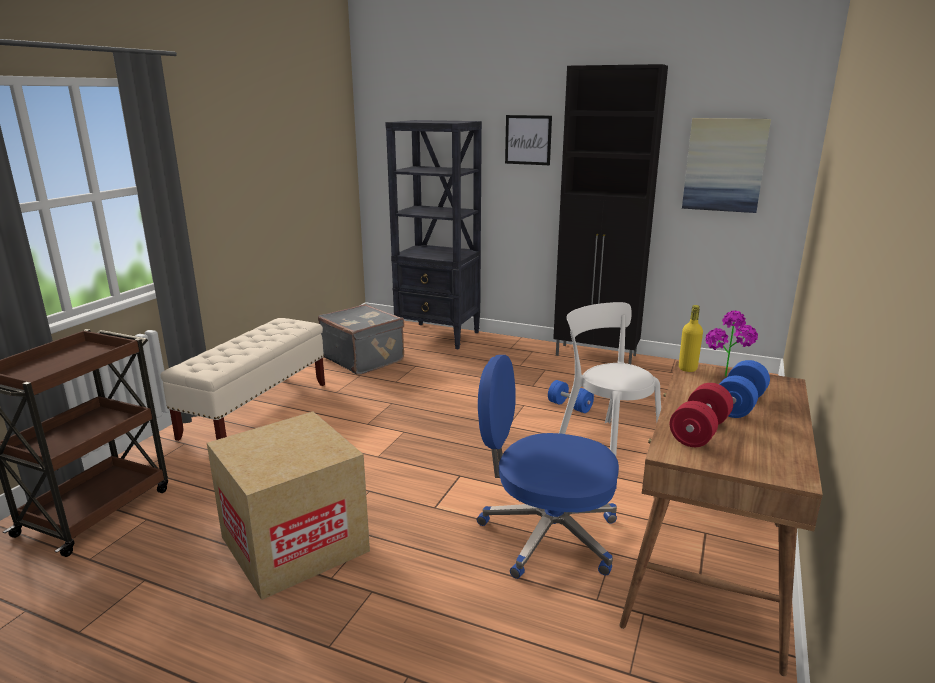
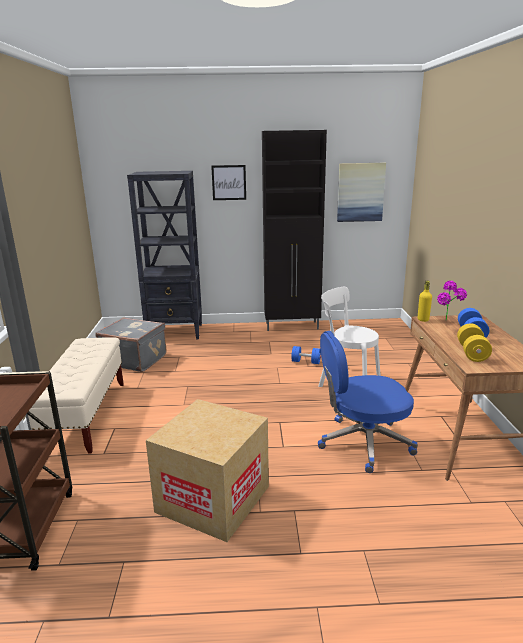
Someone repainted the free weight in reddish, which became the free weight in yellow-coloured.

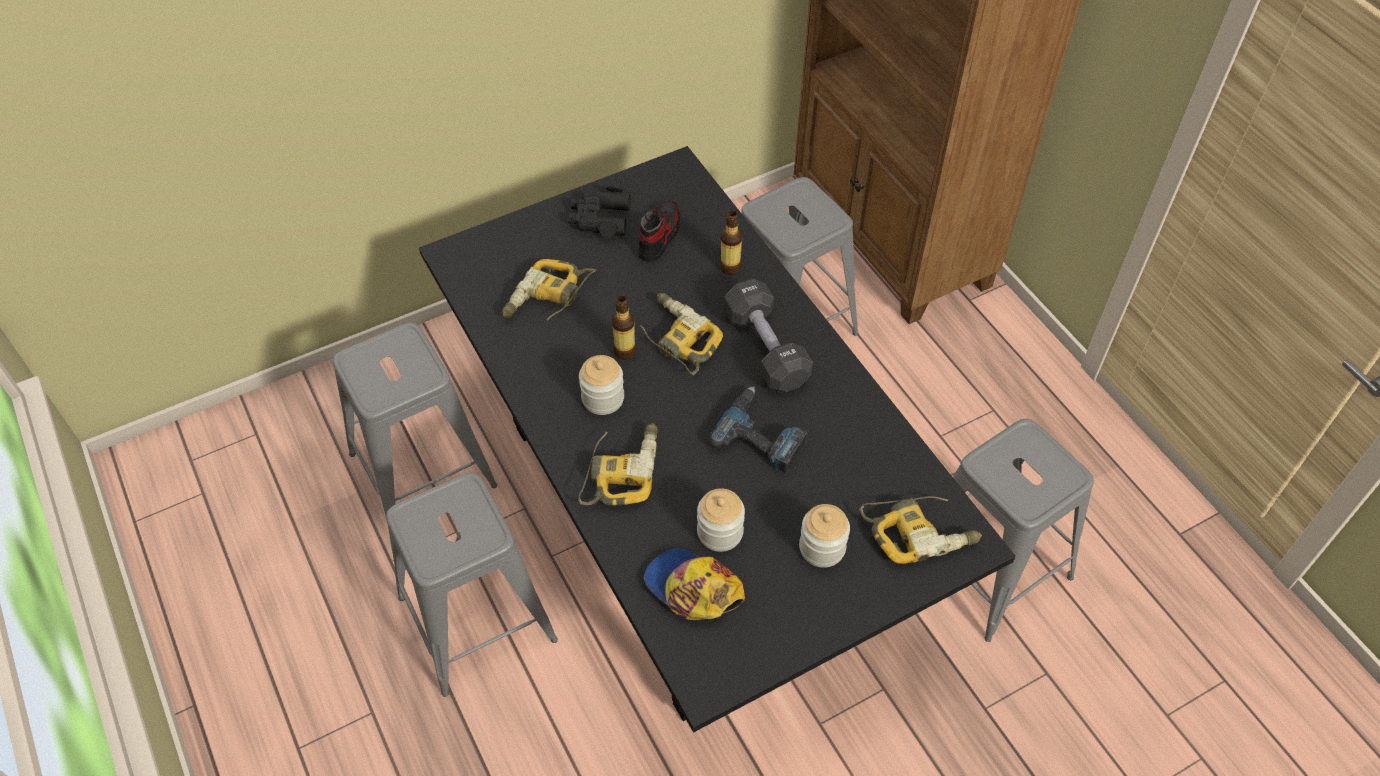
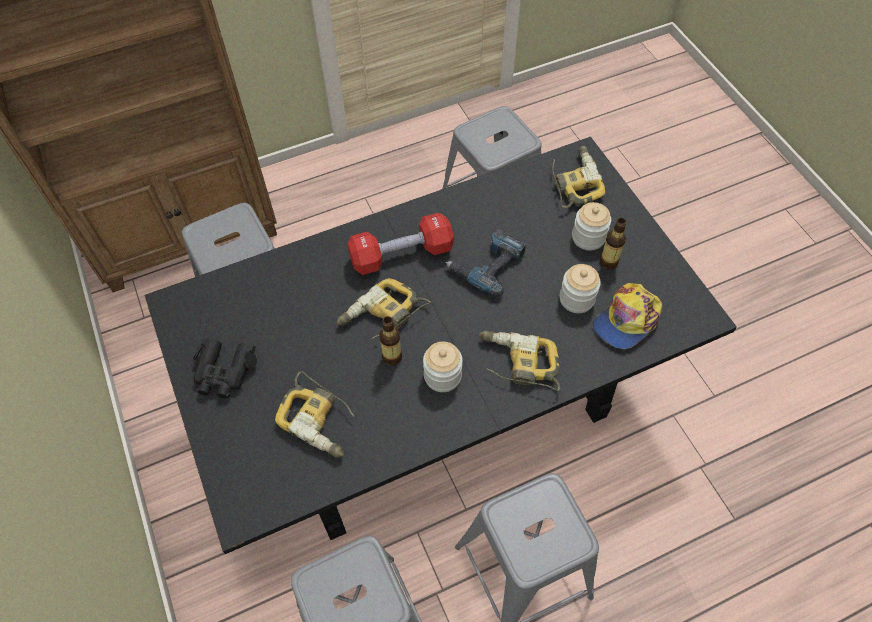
Someone took away the low shoe. Someone carried the beverage bottle (2nd from left). Someone repainted the free weight in blackish, which became the free weight in reddish.

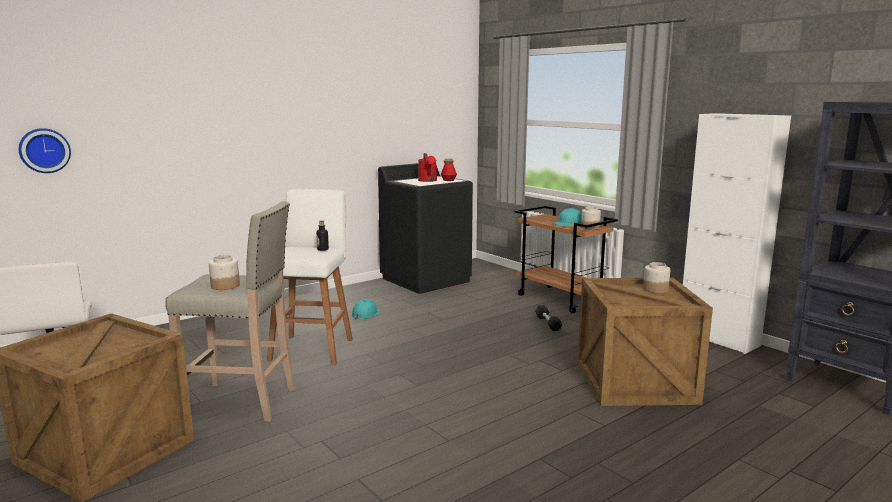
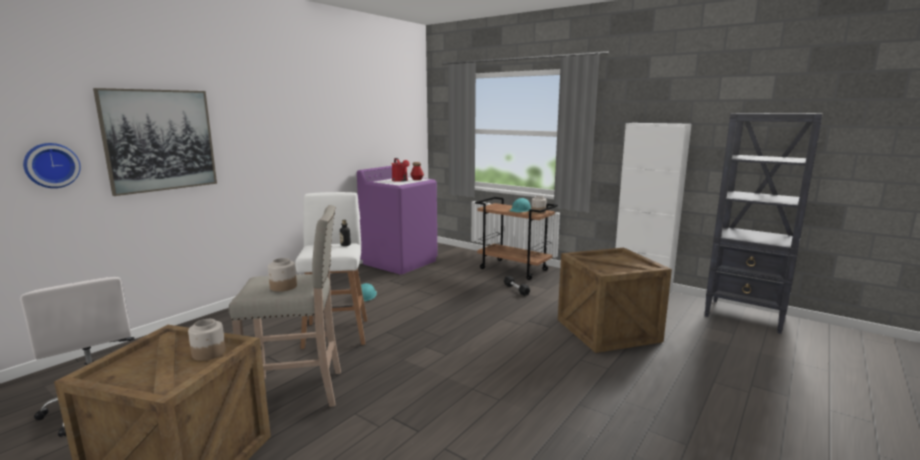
Someone repainted the laundry machine in blackish, which became the laundry machine in purplish. Someone carried the storage jar (3rd from left in the first image). Someone put up the wall picture.

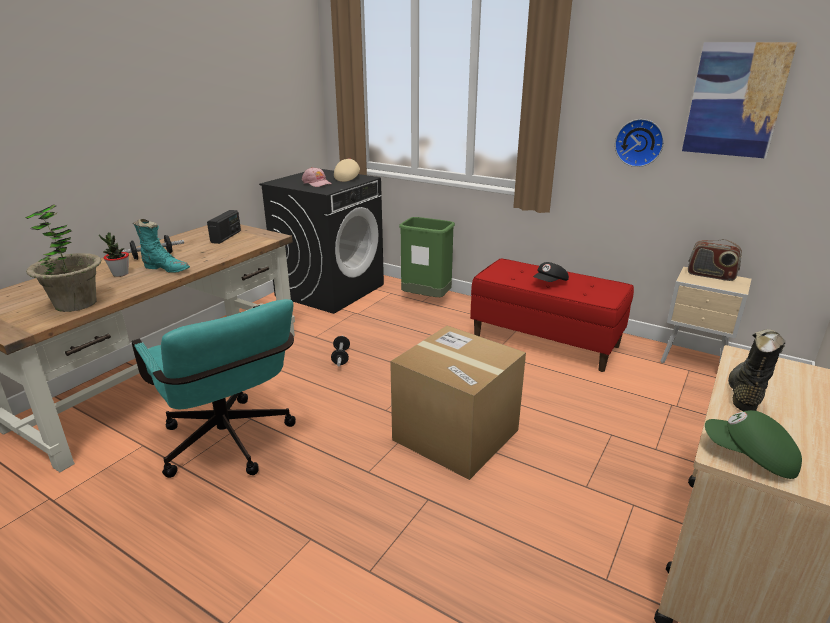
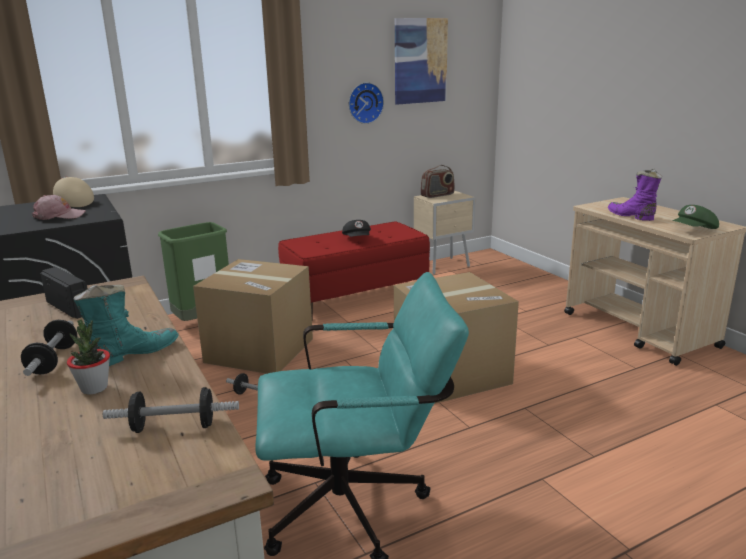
Someone swapped the plant in a pot (1st from left) for the free weight (2nd from left). Someone repainted the high-top boot in blackish, which became the high-top boot in purplish. Someone put down the cardboard box (1st from left).

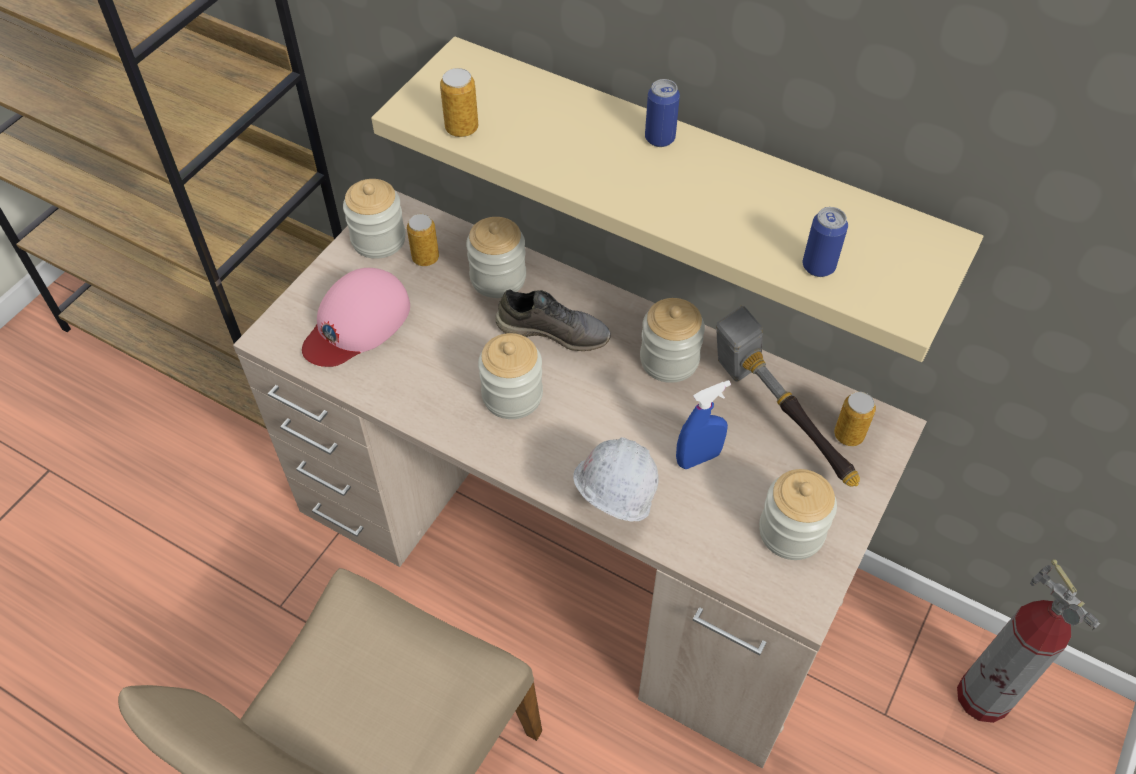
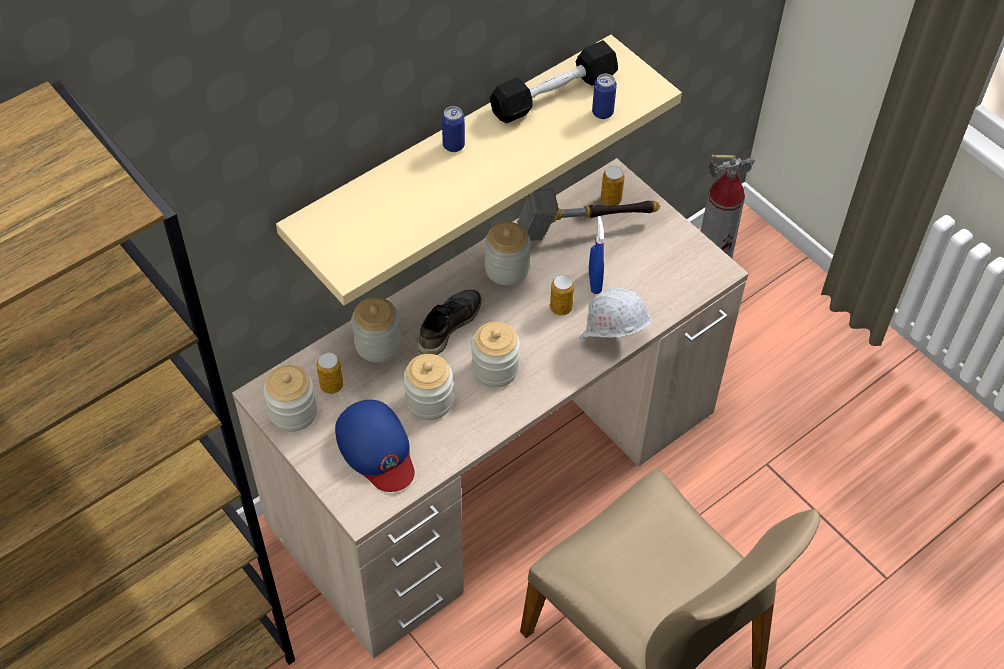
Someone repainted the peaked cap in pink-coloured, which became the peaked cap in blue-coloured. Someone carried the sealed can (2nd from left in the first image). Someone carried the storage jar (5th from left in the first image). Someone put down the free weight in blackish.

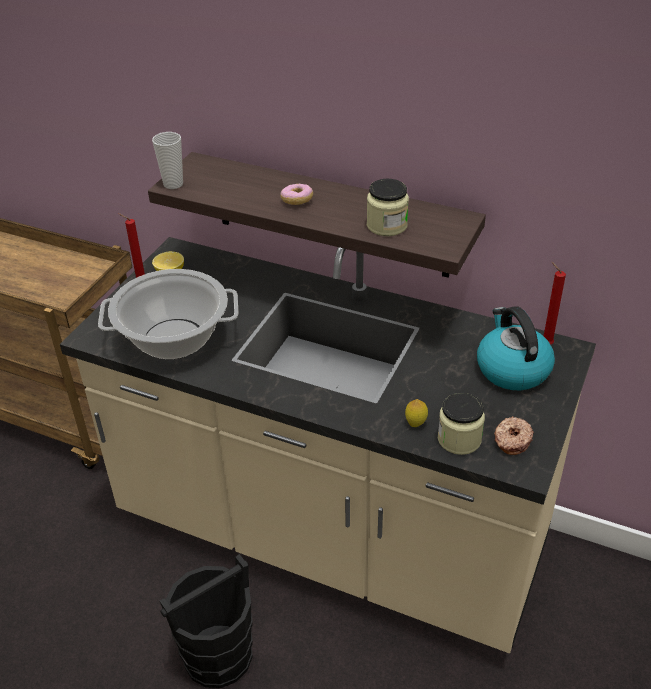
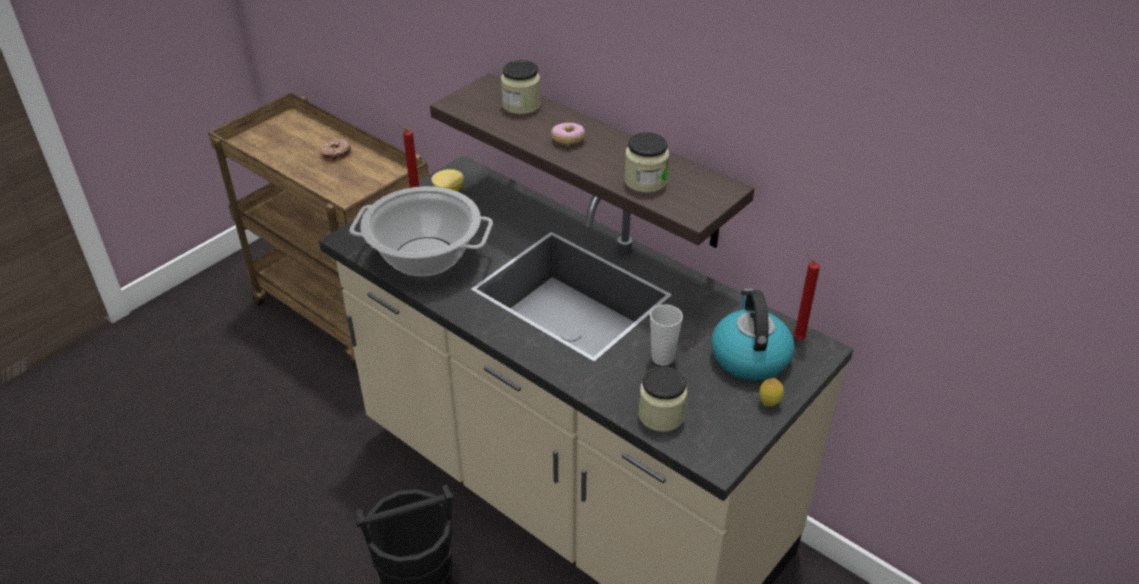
Someone carried the drinking cup. Someone carried the whole lemon (2nd from left). Someone carried the doughnut (2nd from left in the first image). Someone put down the storage jar (1st from left).

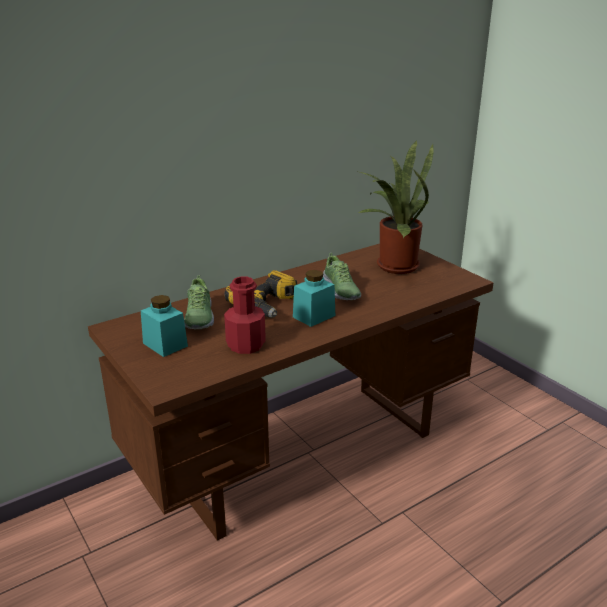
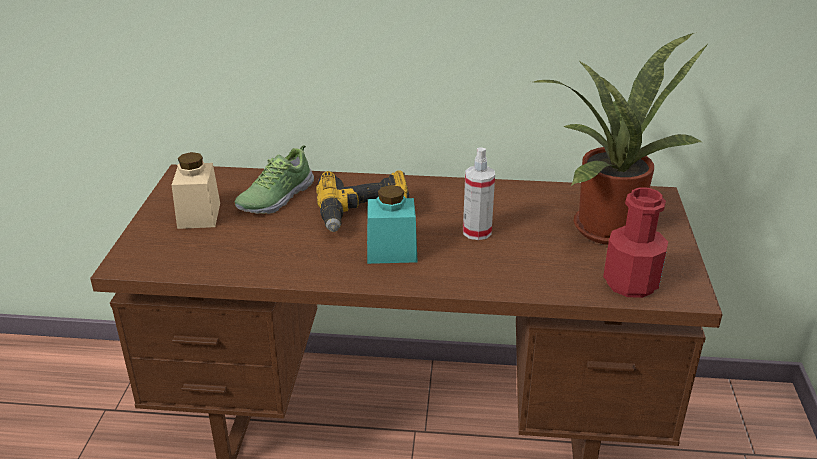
Someone repainted the storage jar in turquoise-coloured (1st from left), which became the storage jar in sand-coloured. Someone carried the beverage bottle in reddish. Someone swapped the low shoe (2nd from left) for the hand sprayer.

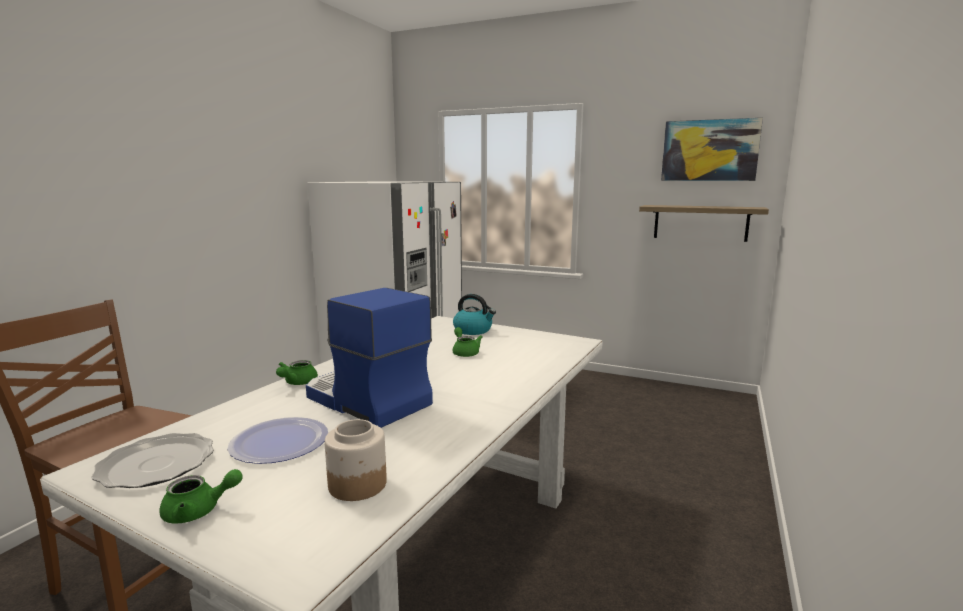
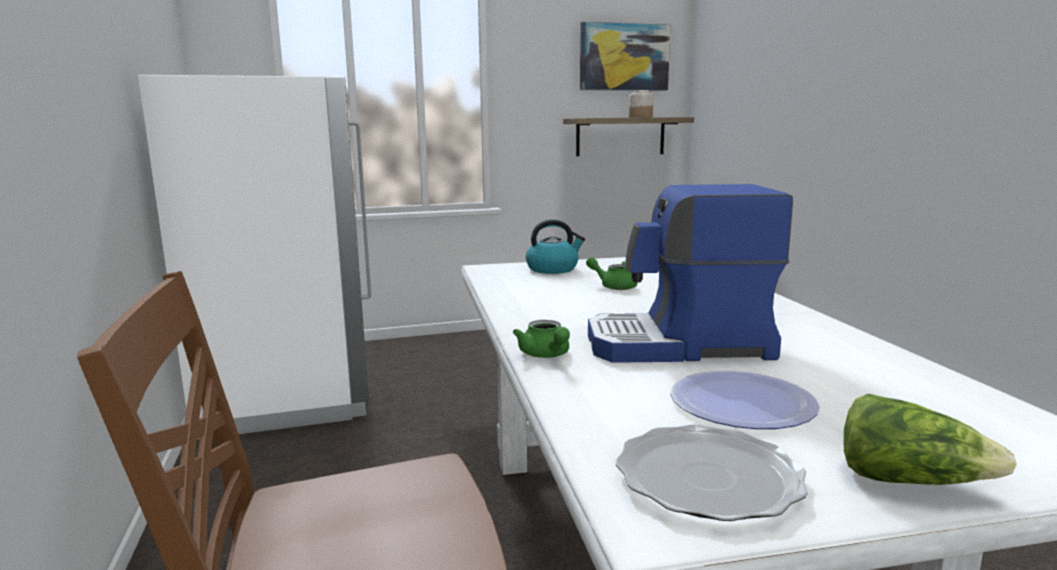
Someone swapped the teapot in green-coloured (1st from left) for the lettuce head. Someone carried the storage jar.

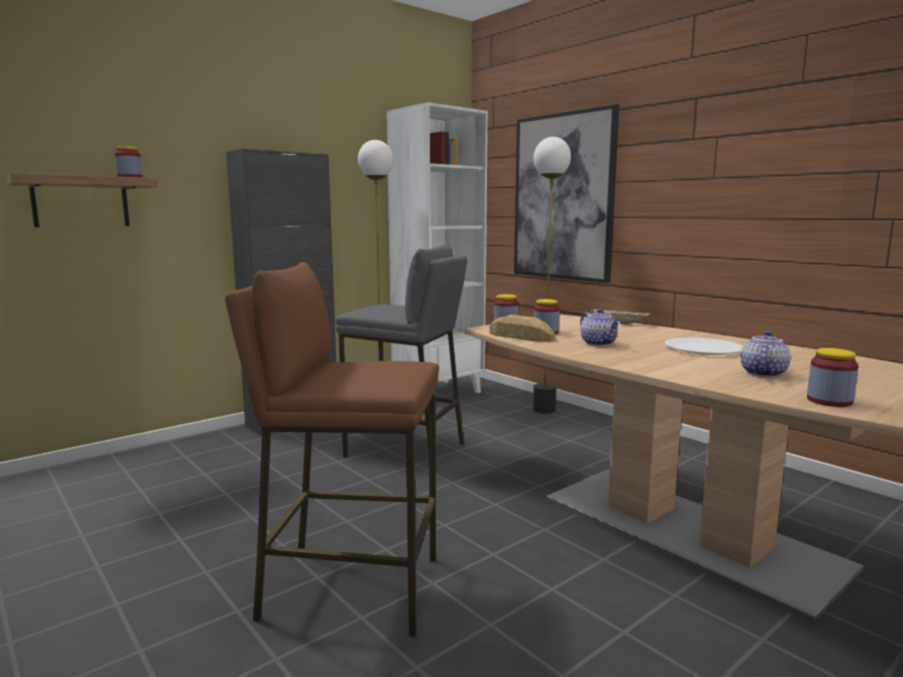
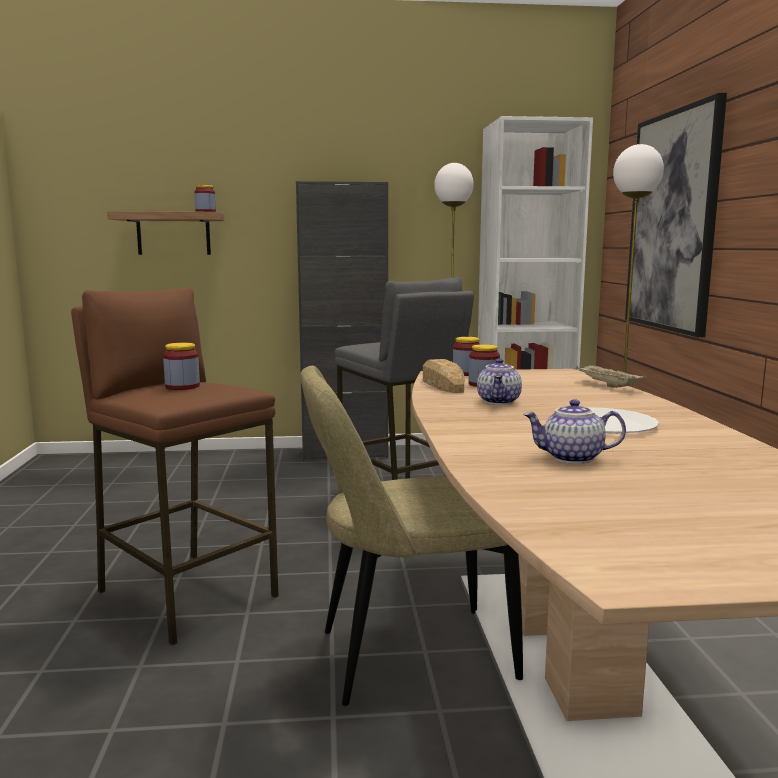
Someone rotated the teapot (2nd from left) by 150 degrees counterclockwise. Someone carried the storage jar (4th from left in the first image). Someone put down the plain chair in sand-coloured.

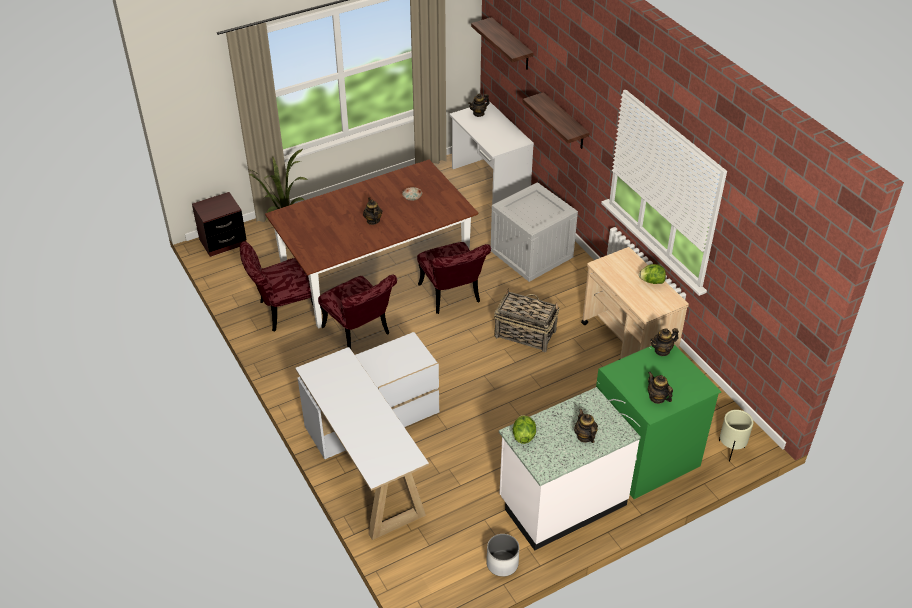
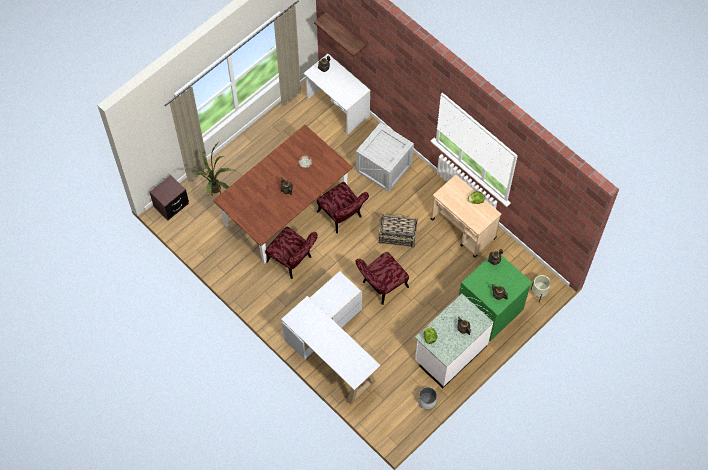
Someone carried the plain chair in reddish (1st from left in the first image). Someone took away the wall shelf (2nd from left).

